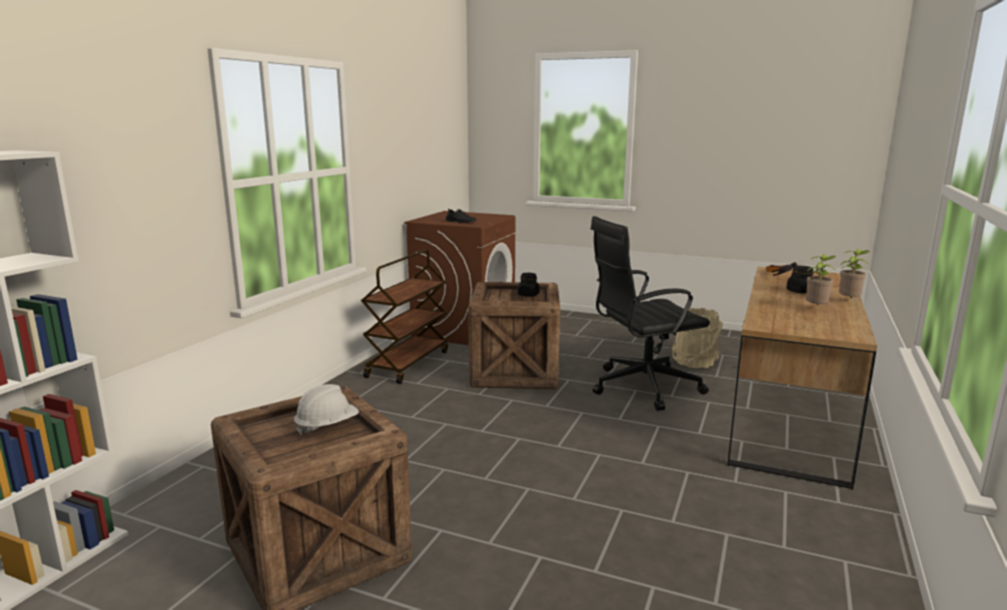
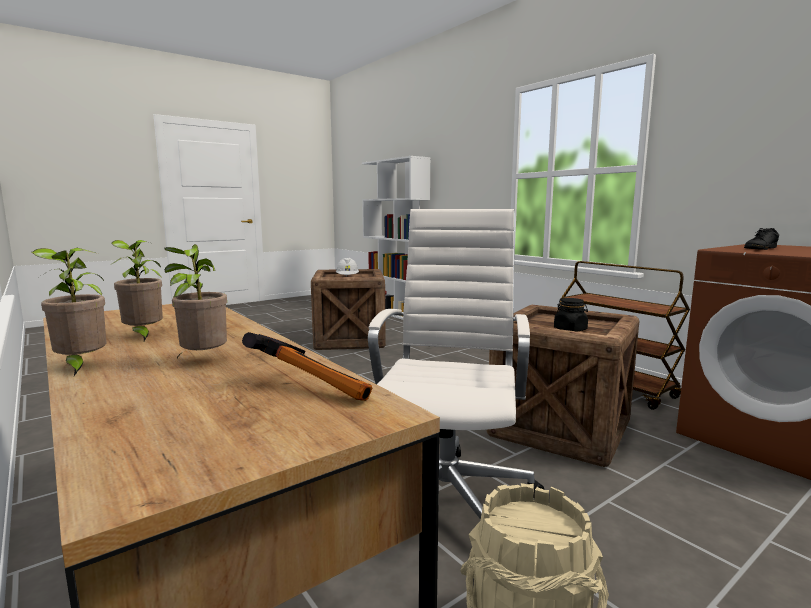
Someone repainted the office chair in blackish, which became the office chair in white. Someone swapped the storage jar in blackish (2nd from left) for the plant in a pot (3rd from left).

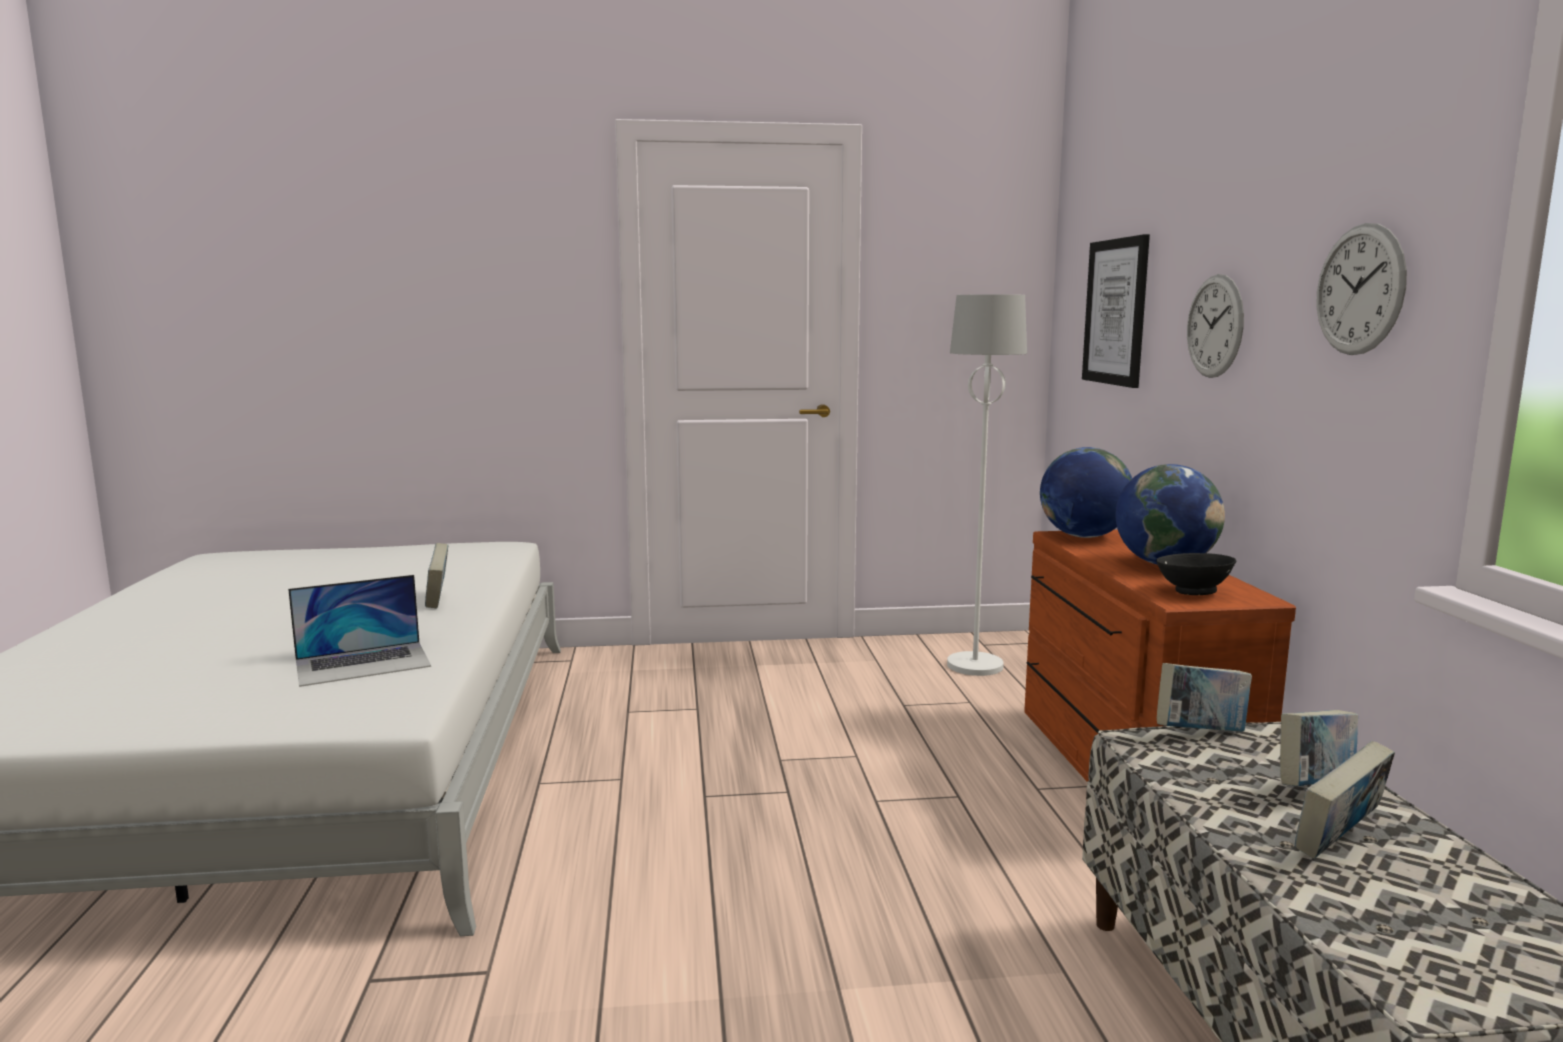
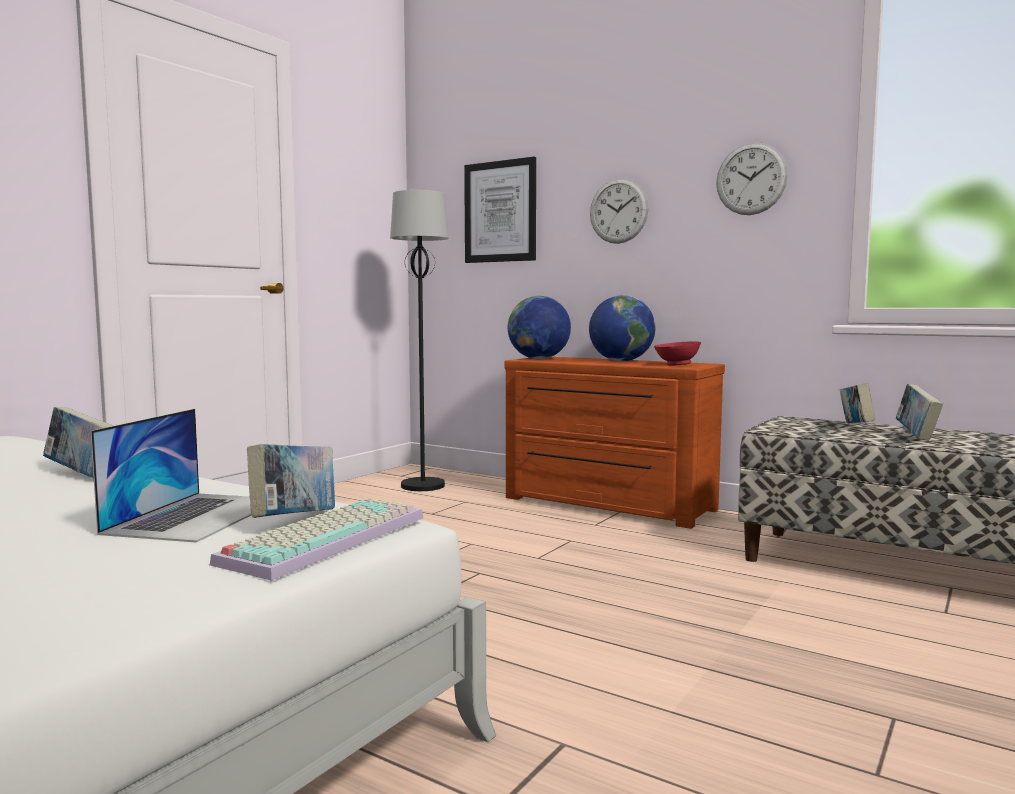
Someone repainted the standard lamp in white, which became the standard lamp in blackish. Someone repainted the bowl in blackish, which became the bowl in reddish. Someone carried the bound book (2nd from left). Someone put down the keyboard.

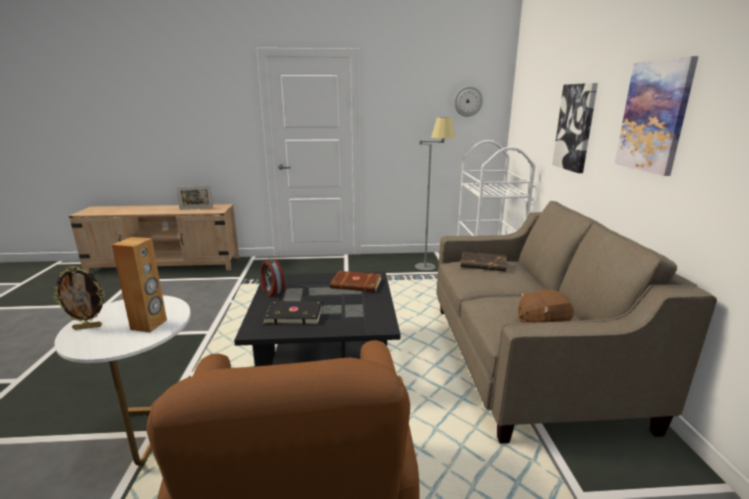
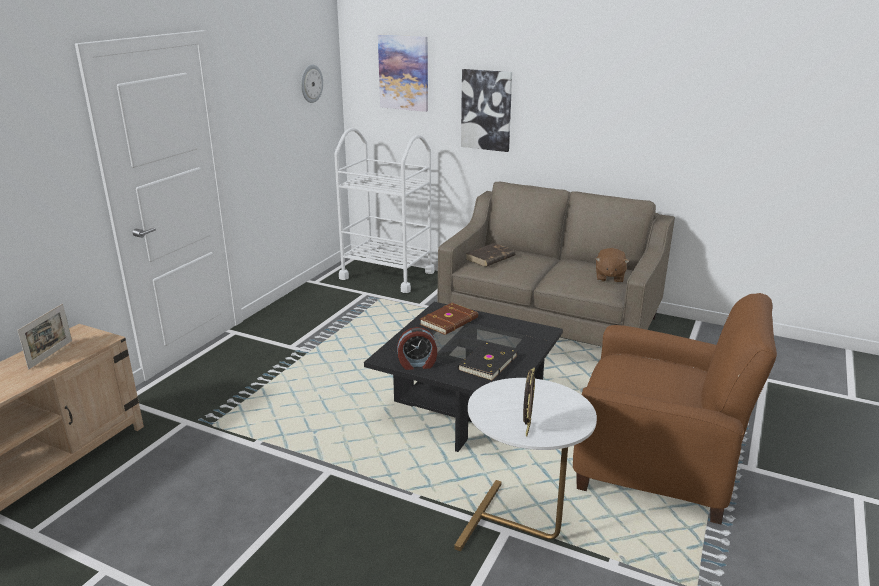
Someone took away the speaker in brown. Someone took away the standard lamp in greyish. Someone carried the wall picture (2nd from left in the first image).

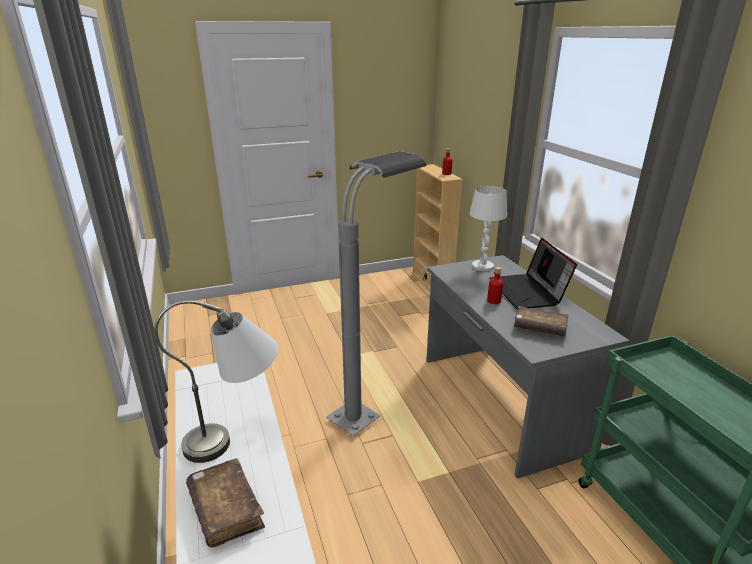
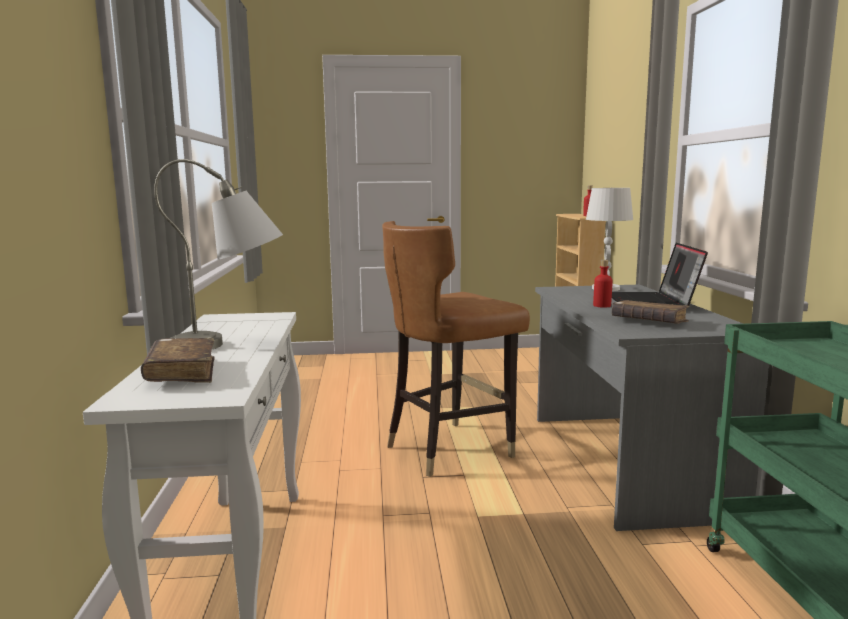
Someone swapped the standard lamp in greyish for the plain chair in brown.

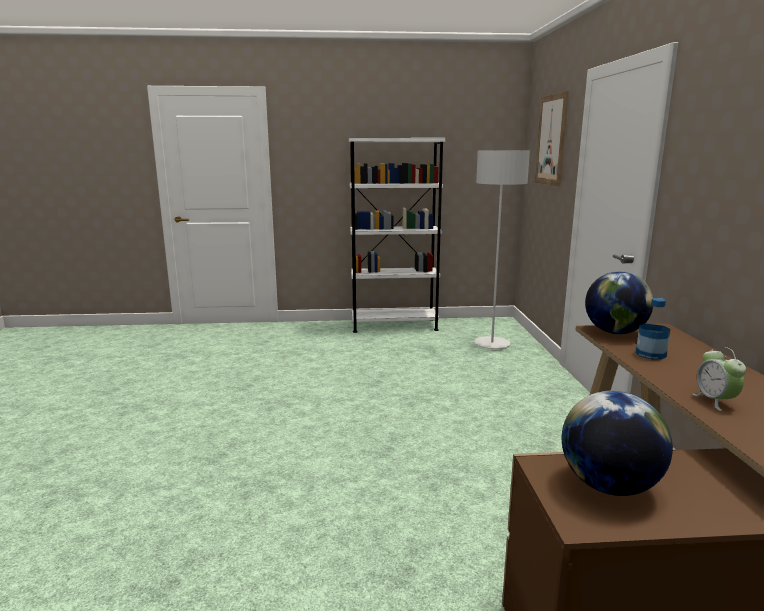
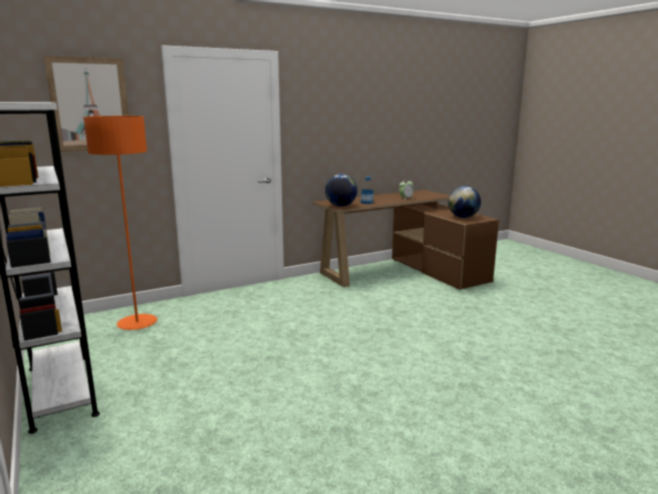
Someone repainted the standard lamp in greyish, which became the standard lamp in orangey.

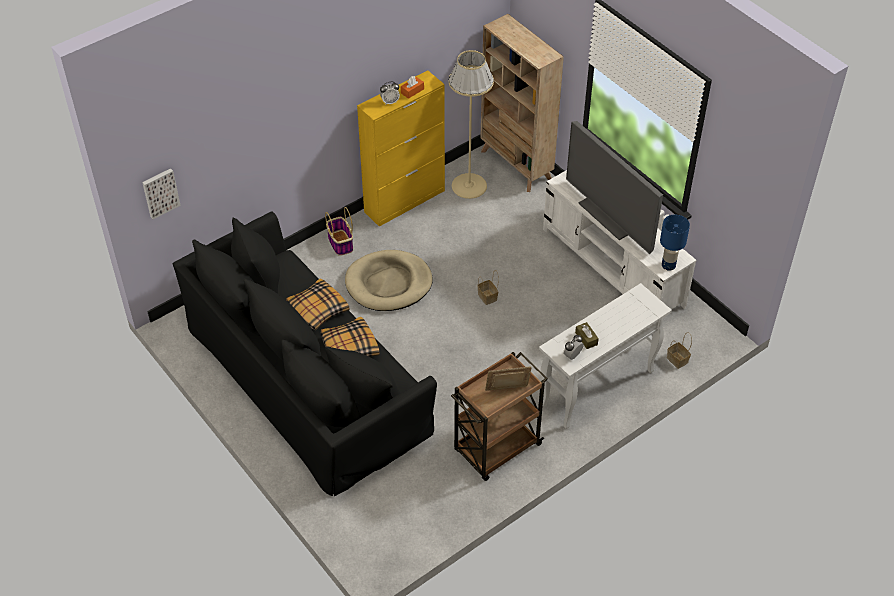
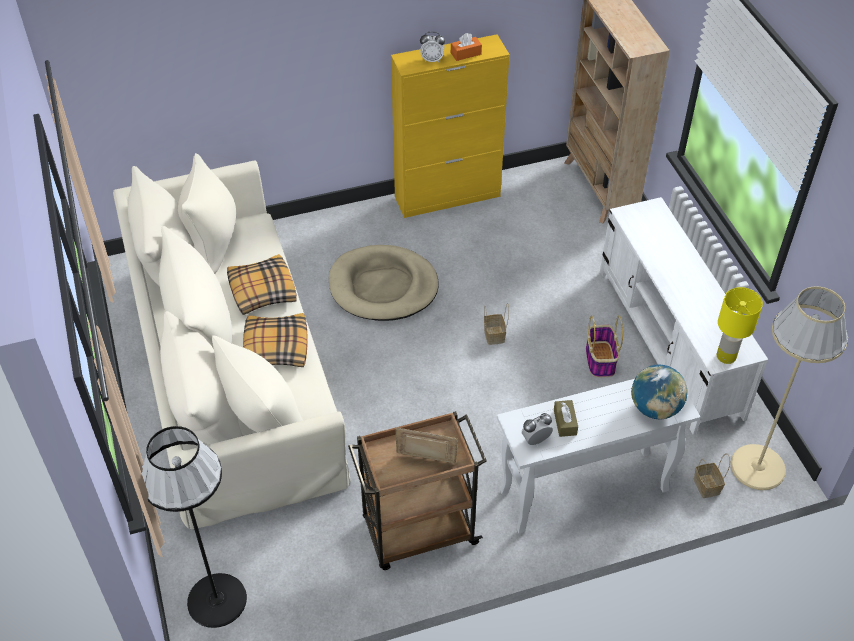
Someone took away the wall picture. Someone repainted the sofa in blackish, which became the sofa in sand-coloured. Someone carried the storage basket (1st from left in the first image). Someone carried the standard lamp in sand-coloured. Someone took away the TV. Someone repainted the tabletop lamp in blue-coloured, which became the tabletop lamp in yellow-coloured. Someone put down the standard lamp in blackish. Someone put down the desk globe.

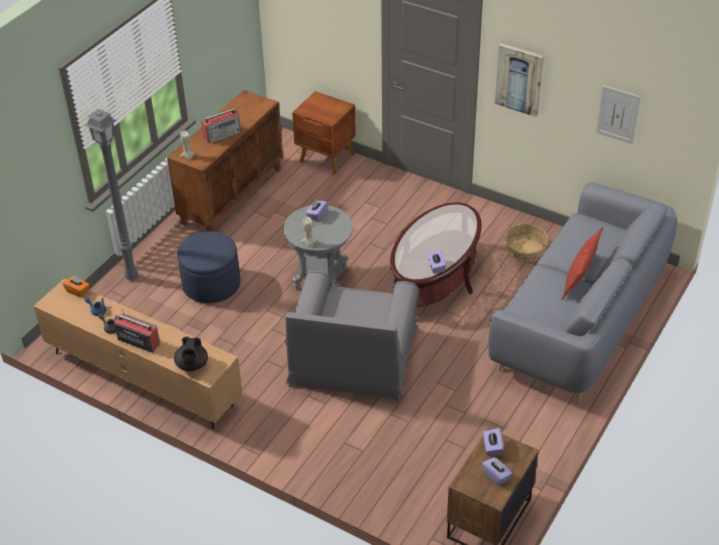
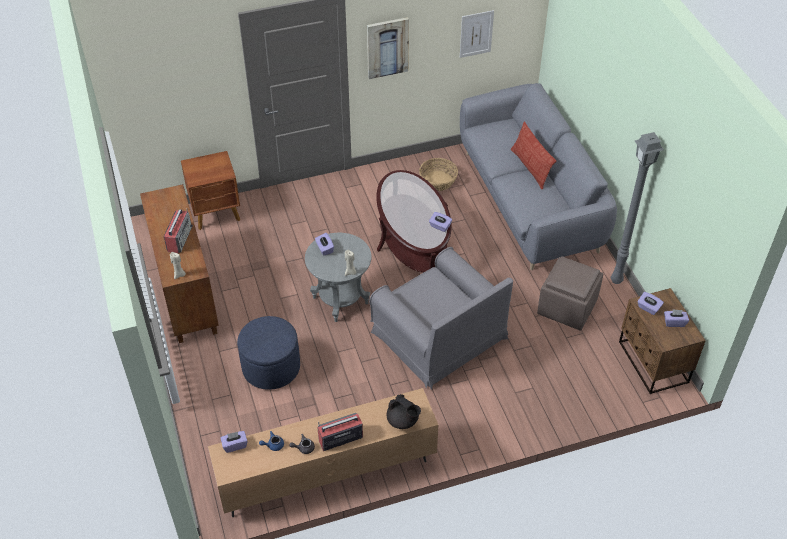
Someone repainted the tissue holder in orangey, which became the tissue holder in purplish (1st from left). Someone carried the standard lamp in greyish. Someone put down the pouffe in brown.

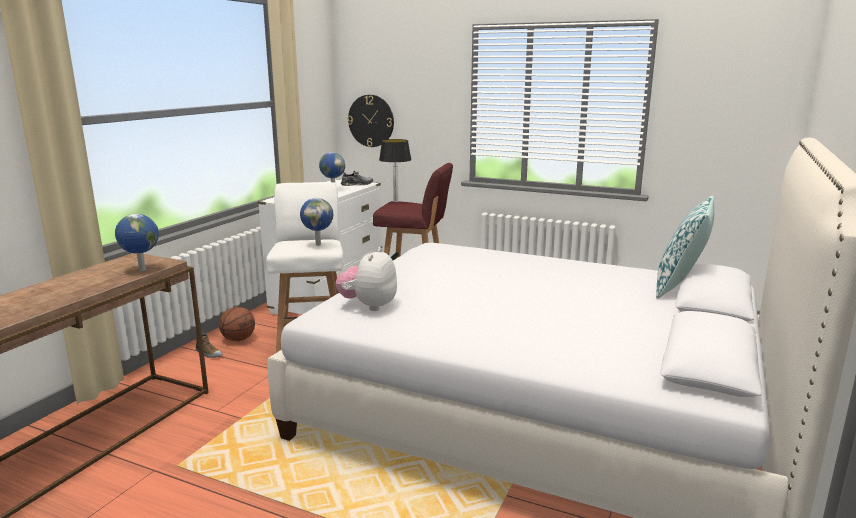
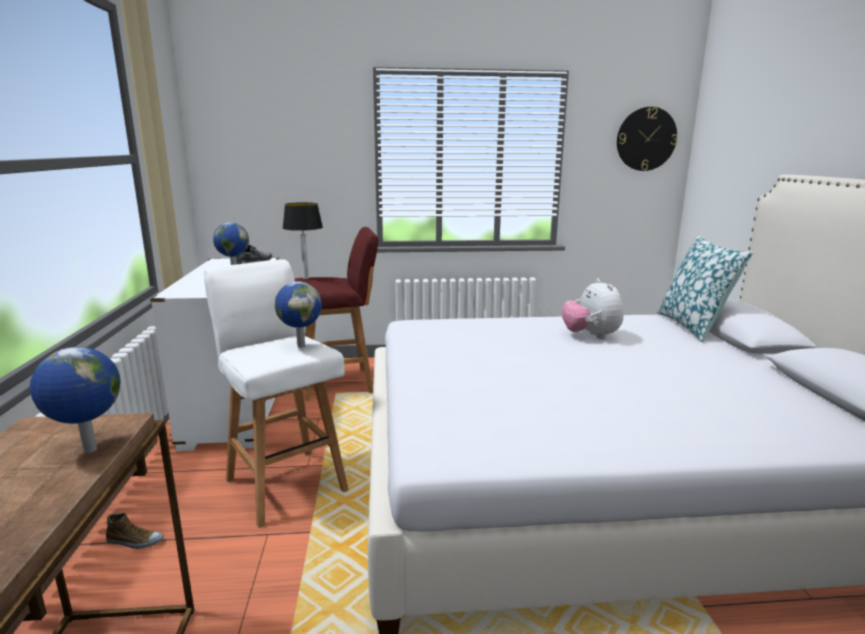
Someone took away the basketball. Someone carried the plush toy. Someone carried the hanging clock.

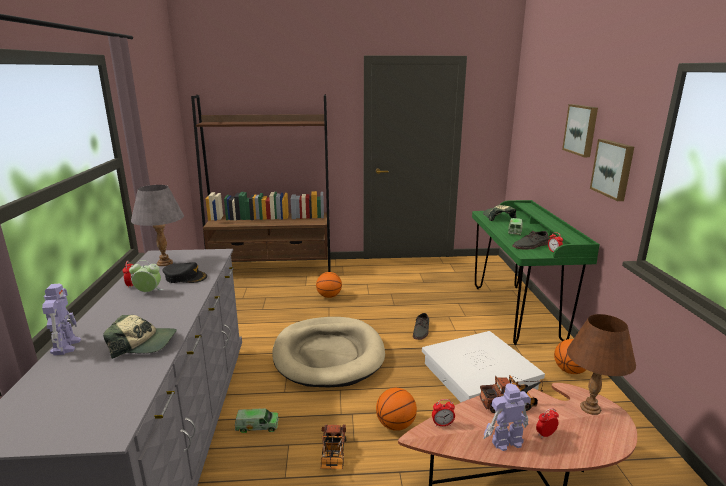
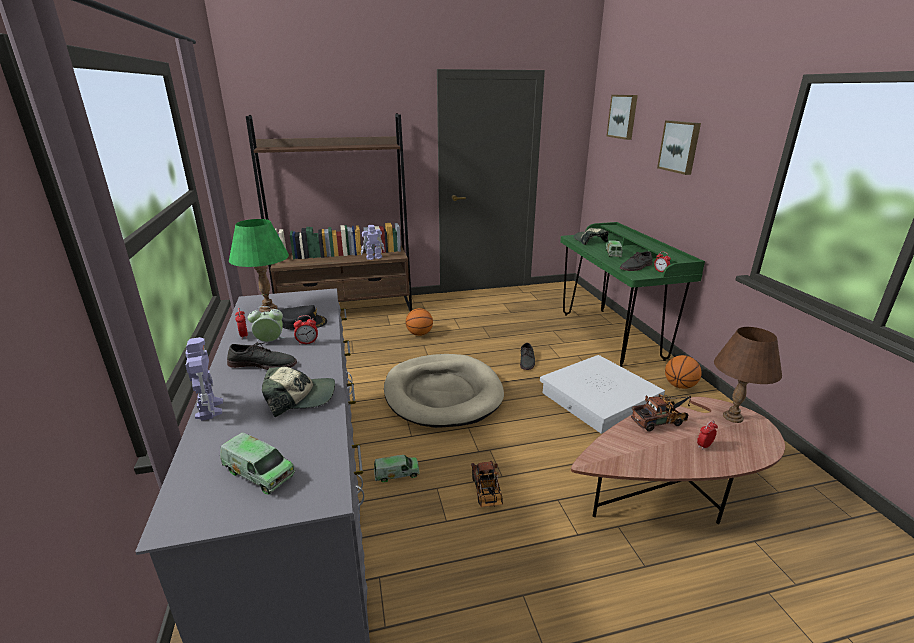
Someone repainted the tabletop lamp in greyish, which became the tabletop lamp in green-coloured. Someone took away the basketball (2nd from left). Someone carried the alarm clock (3rd from left). Someone carried the toy robot (2nd from left). Someone carried the wall picture (2nd from left in the first image). Someone put down the toy lorry (1st from left). Someone put down the low shoe in greyish (1st from left).

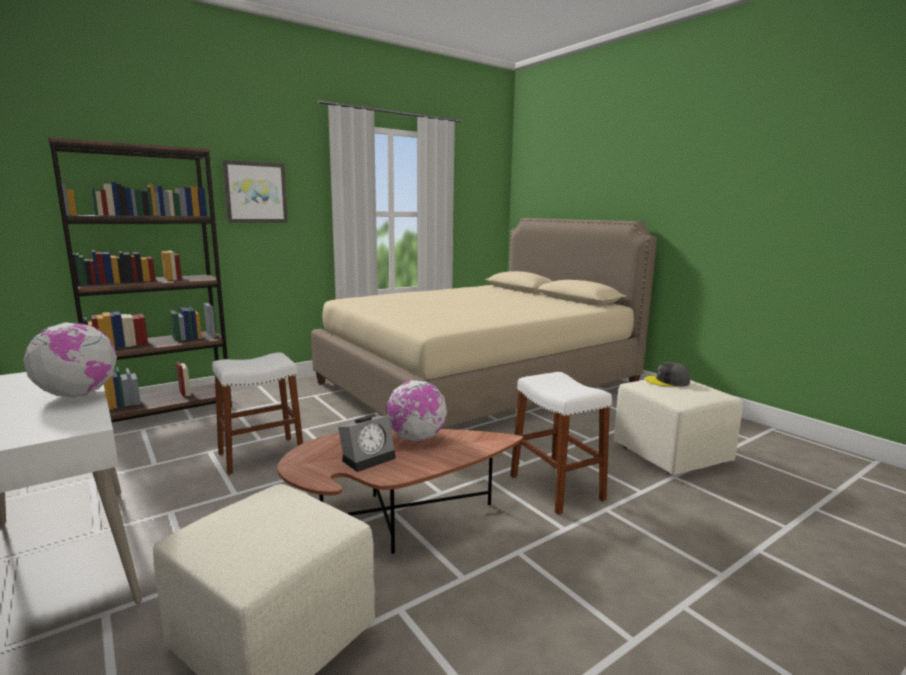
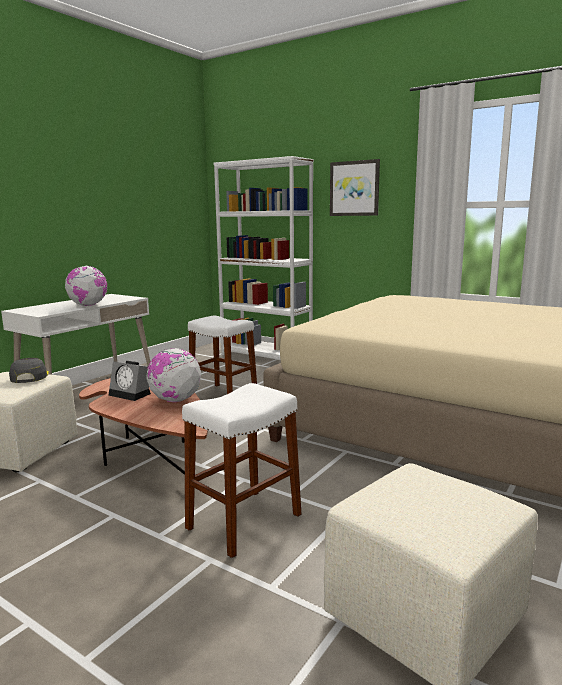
Someone repainted the bookshelf in brown, which became the bookshelf in white. Someone carried the peaked cap in greyish.

